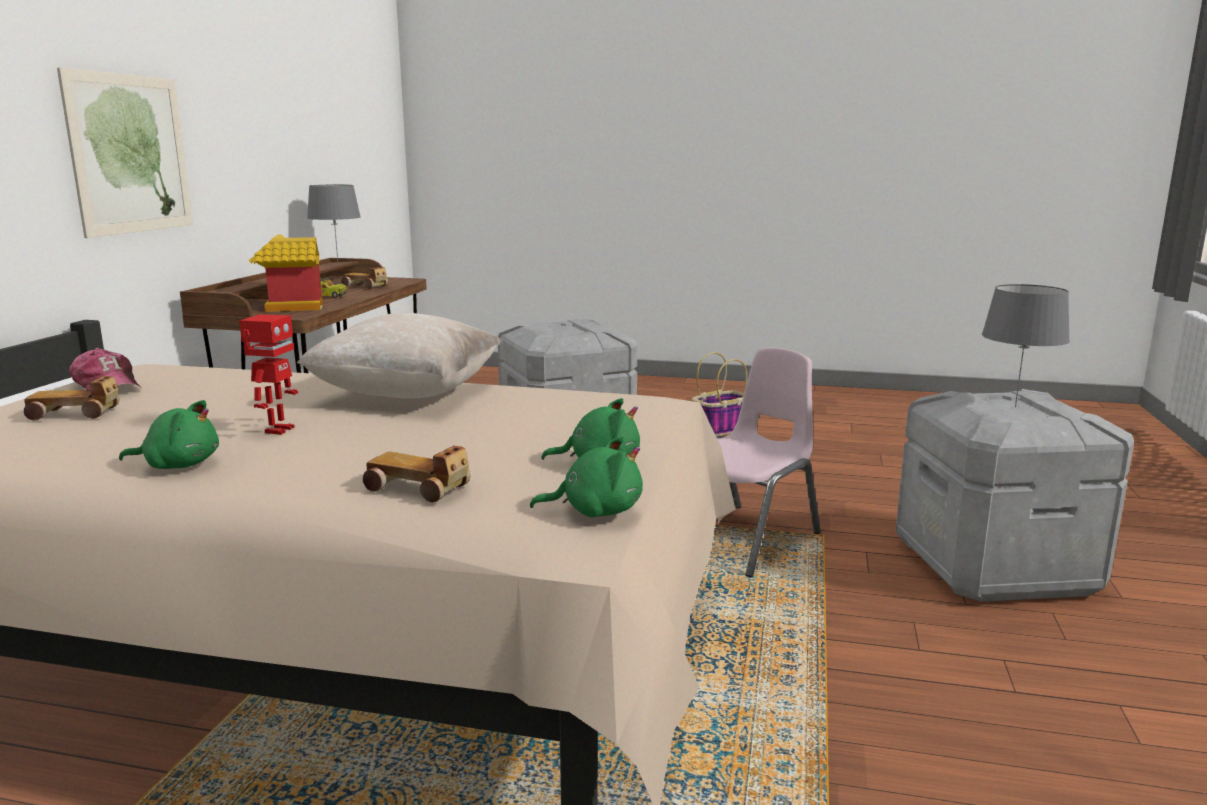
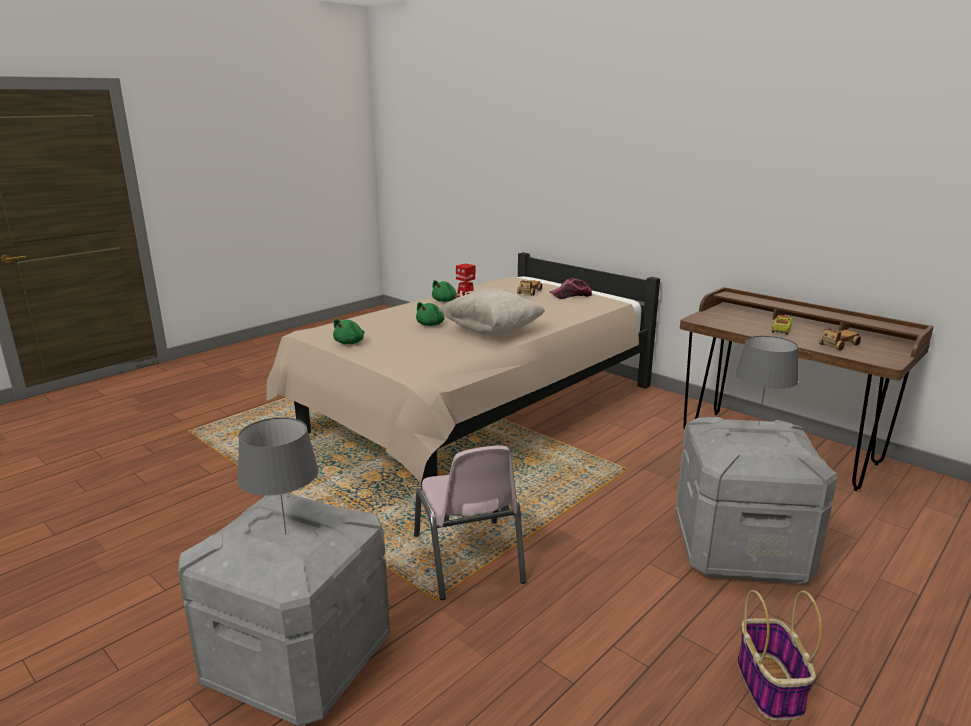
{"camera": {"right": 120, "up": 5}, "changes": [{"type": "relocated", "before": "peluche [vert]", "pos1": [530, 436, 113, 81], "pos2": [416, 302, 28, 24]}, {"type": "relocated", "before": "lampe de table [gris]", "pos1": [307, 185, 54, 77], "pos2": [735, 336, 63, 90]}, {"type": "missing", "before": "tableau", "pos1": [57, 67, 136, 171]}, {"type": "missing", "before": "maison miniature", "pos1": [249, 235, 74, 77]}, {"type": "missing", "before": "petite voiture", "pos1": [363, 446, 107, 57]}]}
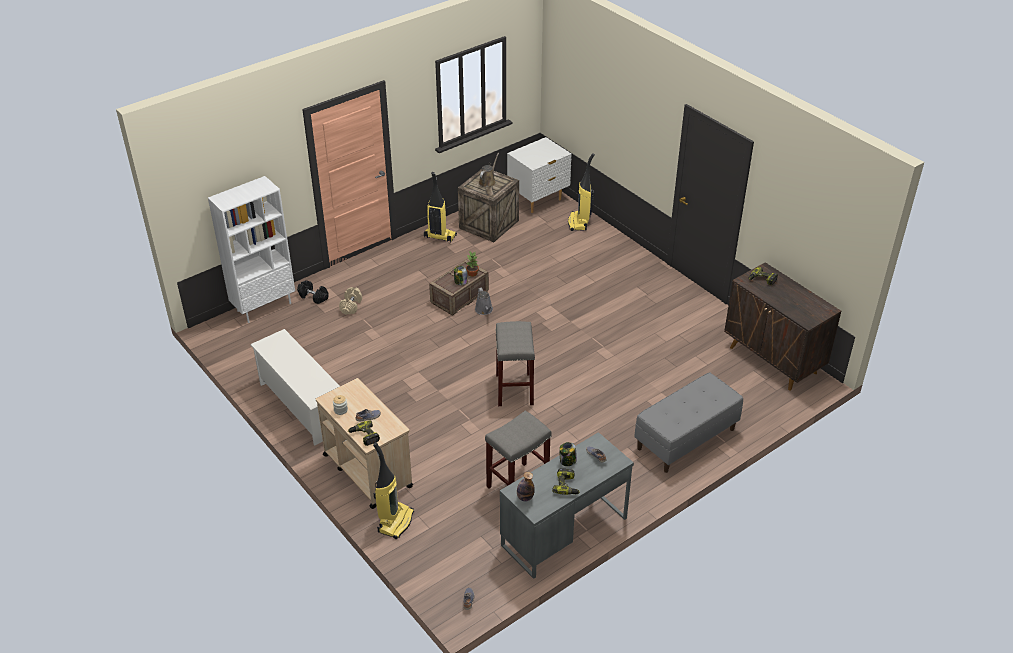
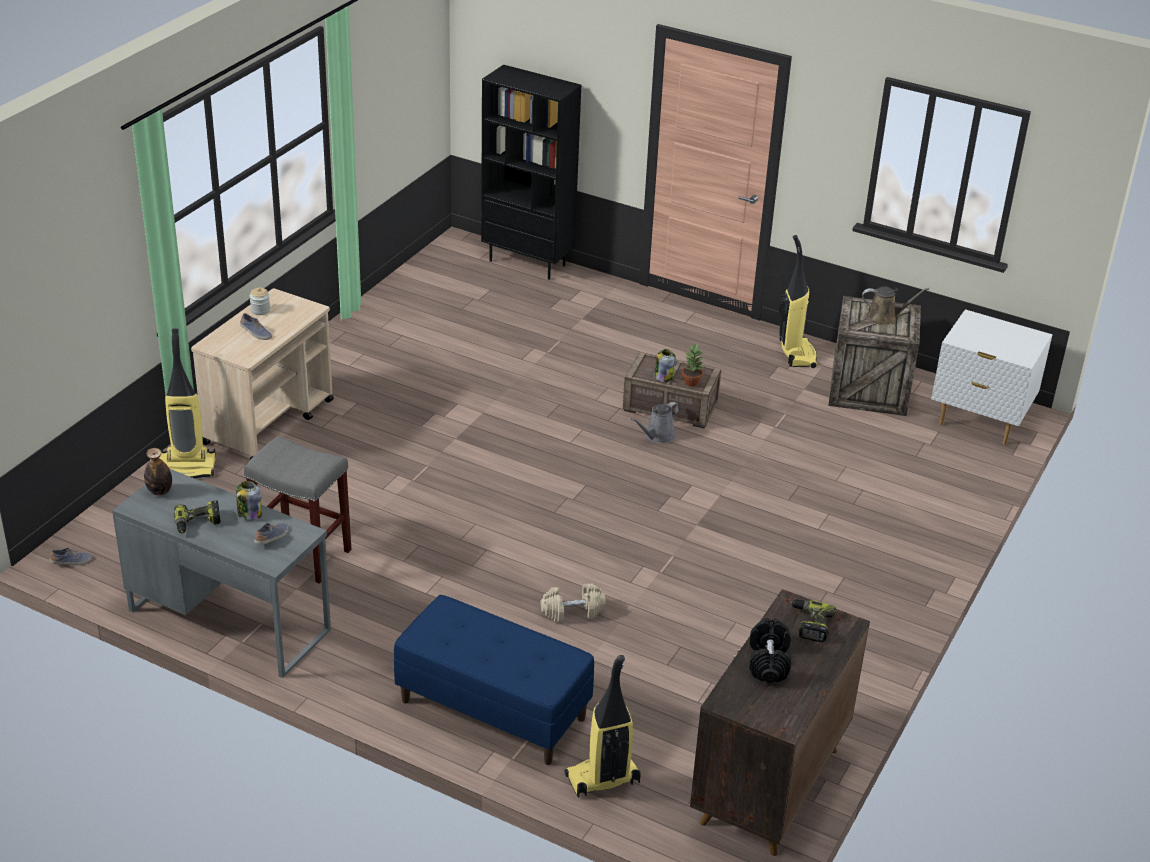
{"camera": {"right": 65, "up": -5}, "changes": [{"type": "colour", "before": "banc [gris]", "after": "banc [bleu]", "pos1": [634, 372, 109, 101], "pos2": [393, 595, 201, 170]}, {"type": "colour", "before": "bibliothèque [blanc]", "after": "bibliothèque [noir]", "pos1": [208, 176, 87, 147], "pos2": [481, 65, 100, 215]}, {"type": "relocated", "before": "haltère [beige]", "pos1": [339, 287, 23, 27], "pos2": [541, 583, 65, 39]}, {"type": "relocated", "before": "aspirateur", "pos1": [568, 153, 27, 78], "pos2": [565, 655, 76, 143]}, {"type": "relocated", "before": "haltère [noir]", "pos1": [297, 280, 32, 24], "pos2": [749, 618, 42, 65]}, {"type": "missing", "before": "étagère à chaussures [blanc]", "pos1": [250, 329, 90, 116]}, {"type": "missing", "before": "perceuse", "pos1": [348, 420, 32, 26]}, {"type": "missing", "before": "tabouret [gris]", "pos1": [496, 321, 39, 85]}]}
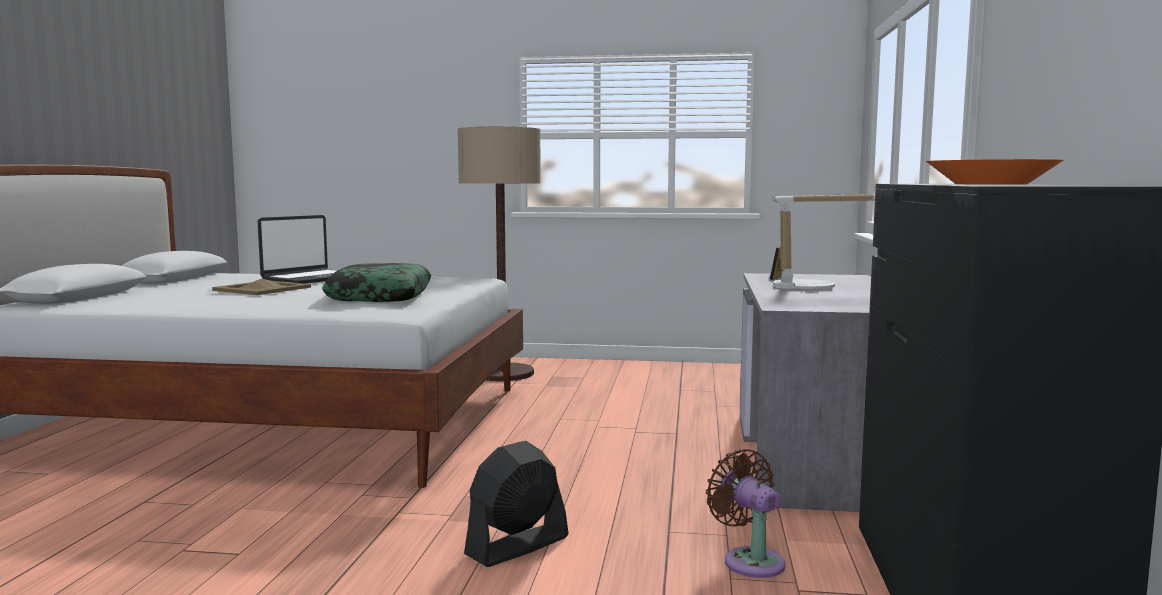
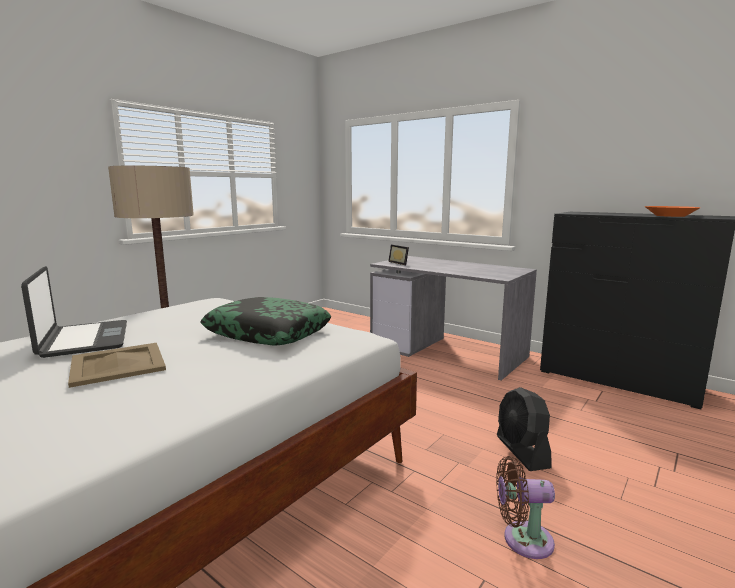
{"camera": {"right": -60, "up": 5}, "changes": [{"type": "relocated", "before": "ventilateur [marron]", "pos1": [706, 449, 80, 129], "pos2": [496, 456, 59, 103]}, {"type": "missing", "before": "lampe de table", "pos1": [772, 194, 103, 95]}]}
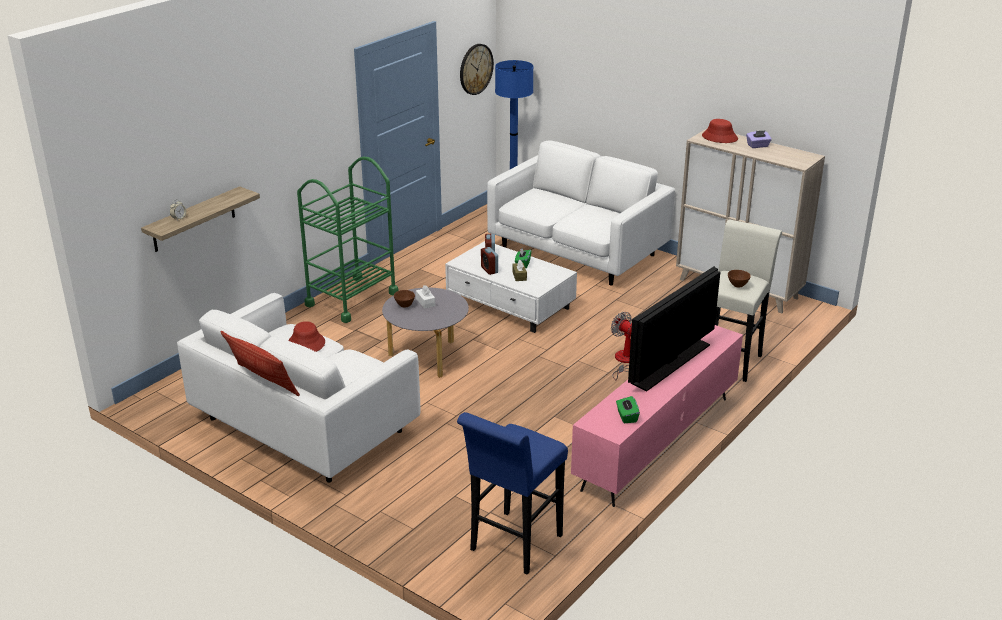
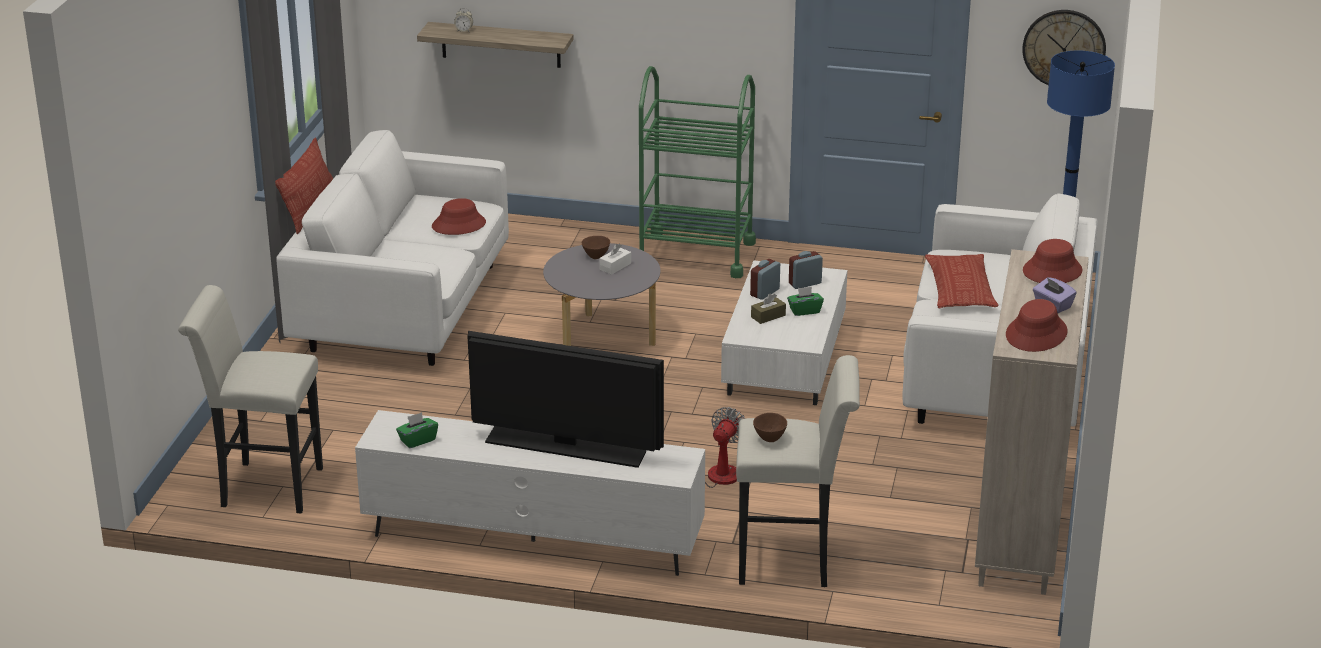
{"camera": {"right": 65, "up": 0}, "changes": [{"type": "colour", "before": "tabouret [bleu]", "after": "tabouret [blanc]", "pos1": [457, 412, 111, 162], "pos2": [178, 285, 145, 229]}, {"type": "colour", "before": "meuble télé [rose]", "after": "meuble télé [blanc]", "pos1": [571, 325, 172, 182], "pos2": [355, 410, 350, 166]}, {"type": "appeared", "after": "coussin", "pos2": [925, 254, 74, 55]}, {"type": "appeared", "after": "chapeau [rouge]", "pos2": [1006, 299, 61, 53]}]}
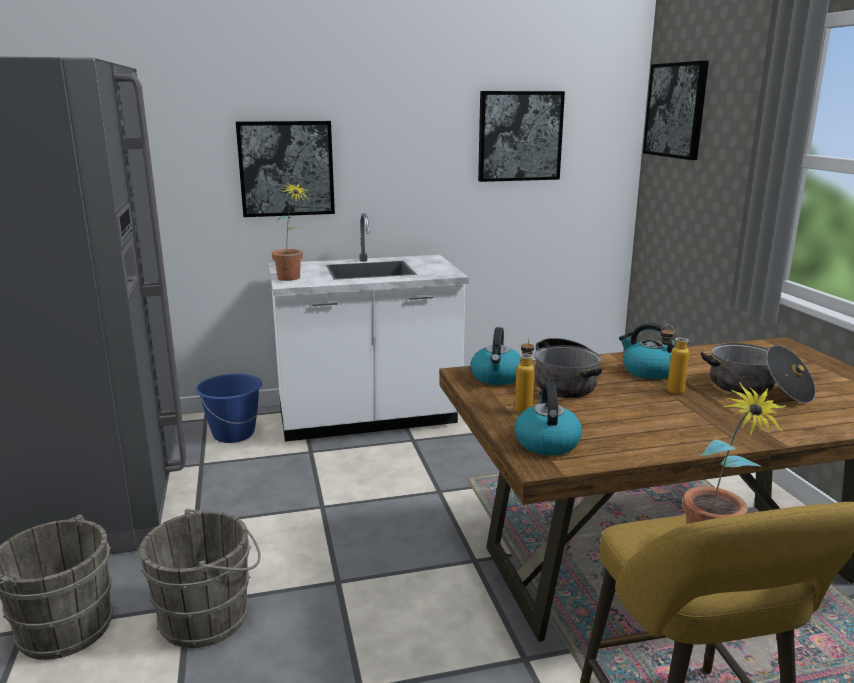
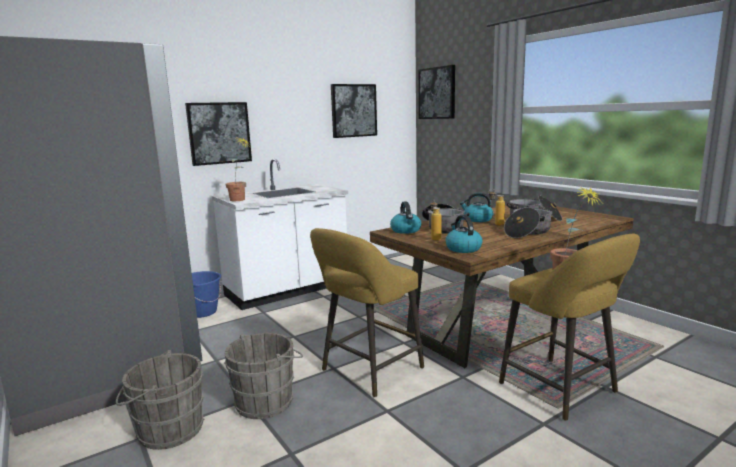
{"camera": {"right": -20, "up": -5}, "changes": [{"type": "appeared", "after": "tabouret [jaune]", "pos2": [310, 228, 114, 170]}, {"type": "appeared", "after": "marmite", "pos2": [504, 206, 49, 32]}]}
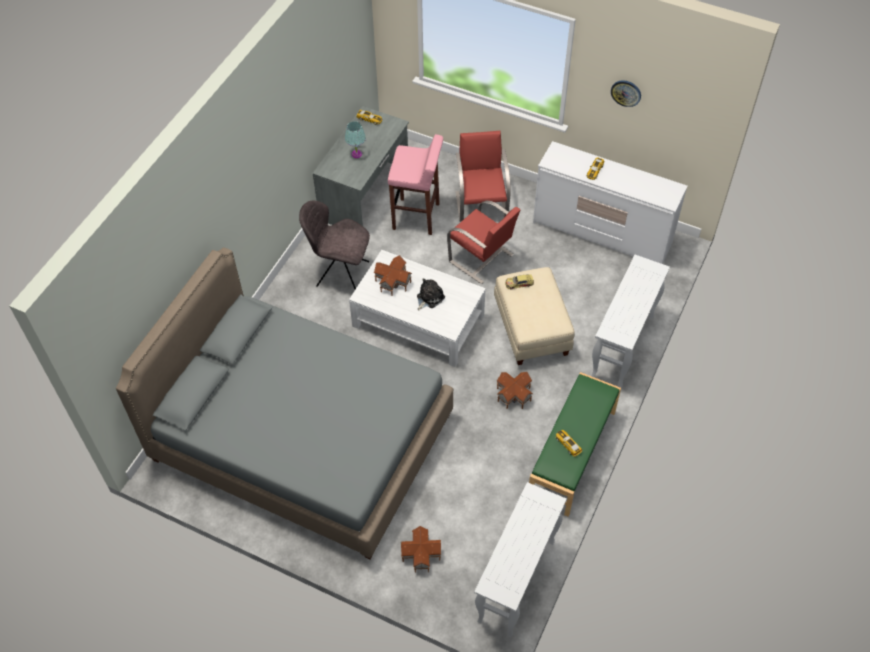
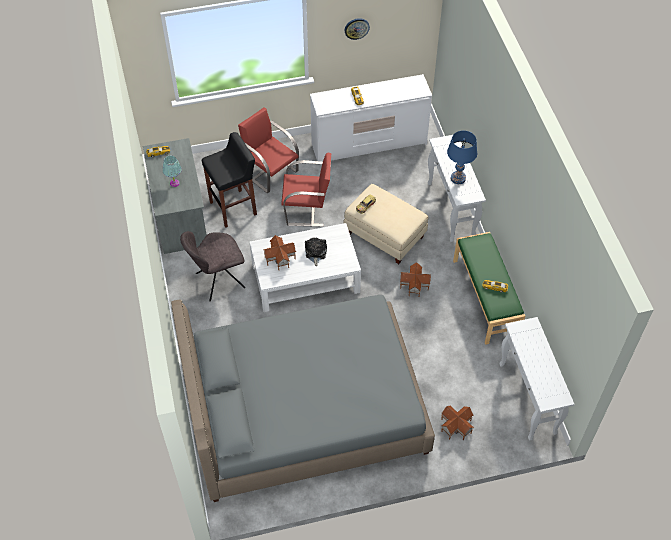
{"camera": {"right": -40, "up": 0}, "changes": [{"type": "colour", "before": "tabouret [rose]", "after": "tabouret [noir]", "pos1": [388, 134, 55, 101], "pos2": [202, 132, 55, 96]}, {"type": "appeared", "after": "lampe de table [bleu]", "pos2": [447, 131, 30, 53]}]}
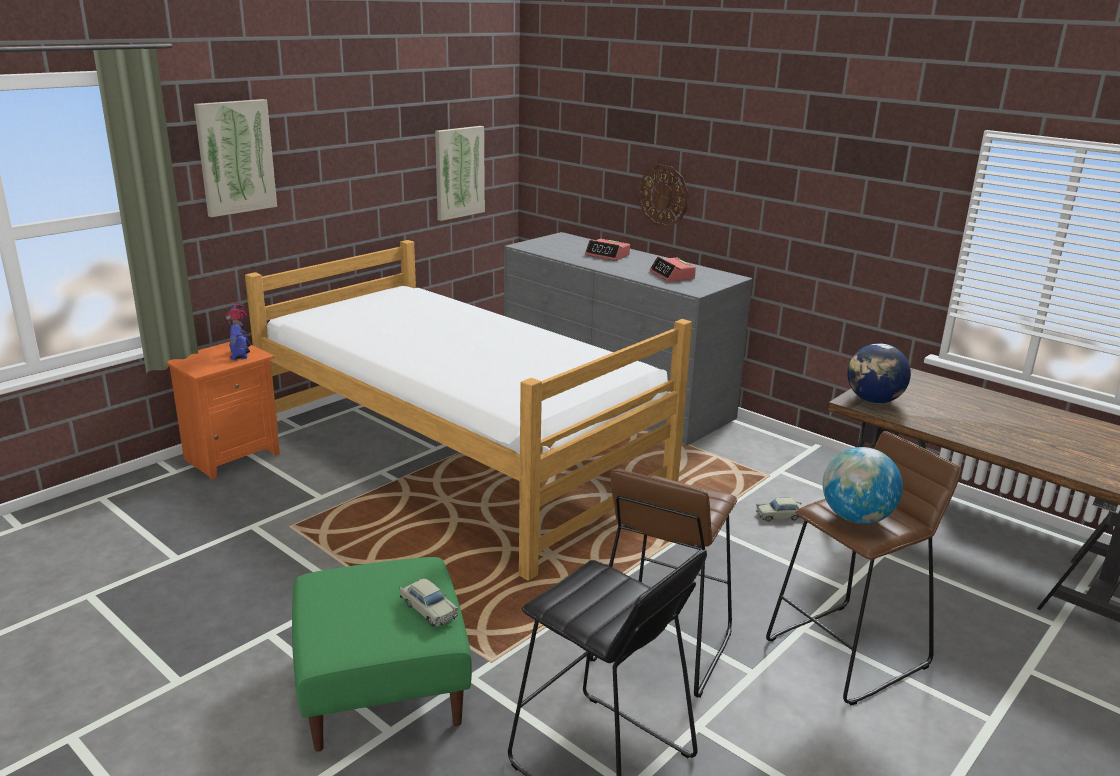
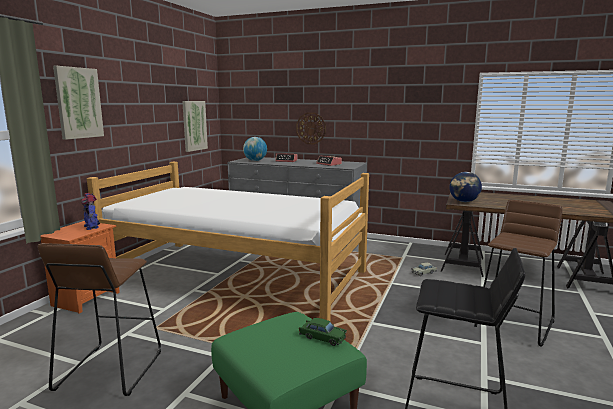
{"camera": {"right": -20, "up": -10}, "changes": [{"type": "relocated", "before": "tabouret [marron]", "pos1": [590, 469, 147, 229], "pos2": [38, 243, 123, 153]}, {"type": "relocated", "before": "globe", "pos1": [823, 447, 80, 77], "pos2": [243, 137, 24, 24]}, {"type": "colour", "before": "petite voiture [beige]", "after": "petite voiture [vert]", "pos1": [400, 579, 58, 48], "pos2": [299, 318, 48, 28]}]}
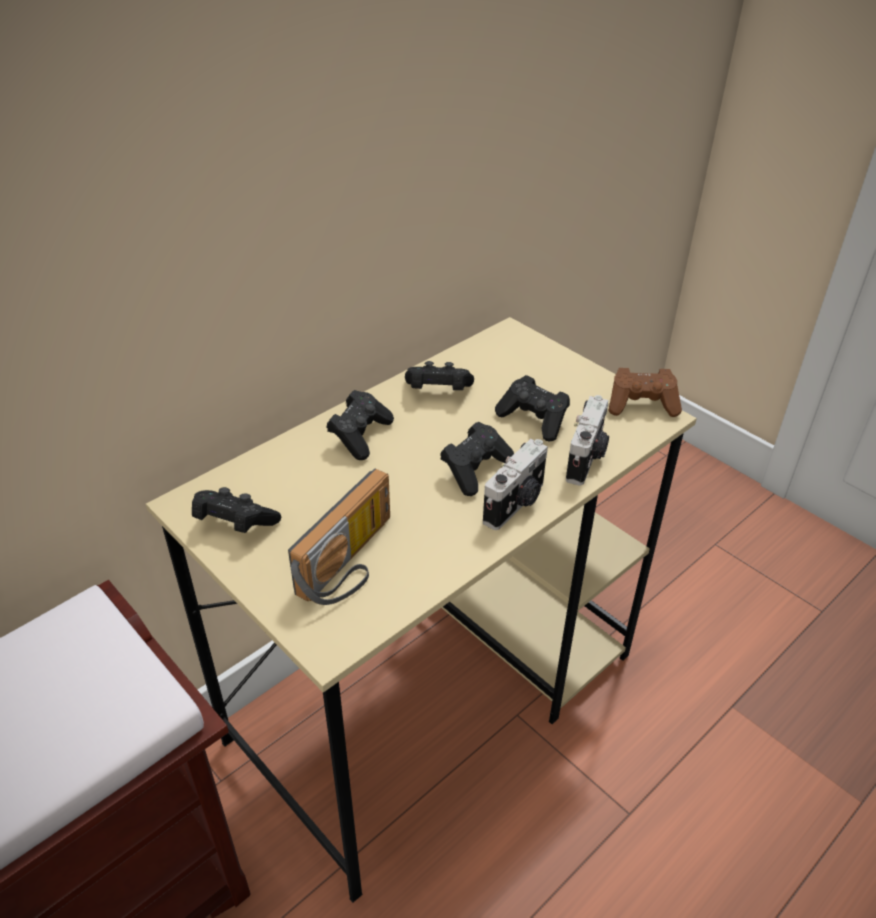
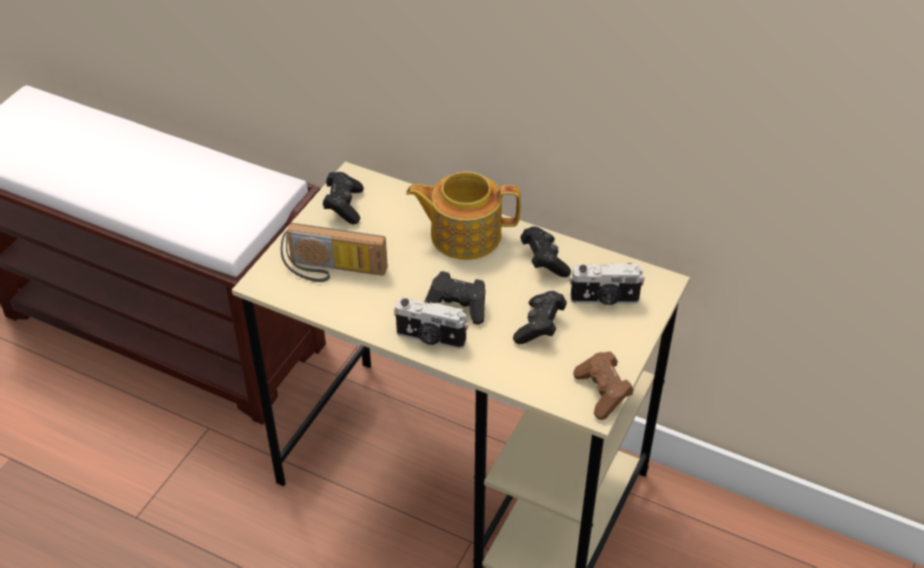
{"camera": {"right": 70, "up": 5}, "changes": [{"type": "exchanged", "before": "manette [noir]", "after": "théière", "pos1": [327, 390, 67, 70], "pos2": [406, 171, 115, 89]}, {"type": "relocated", "before": "appareil photo", "pos1": [566, 395, 43, 91], "pos2": [570, 263, 75, 42]}]}
